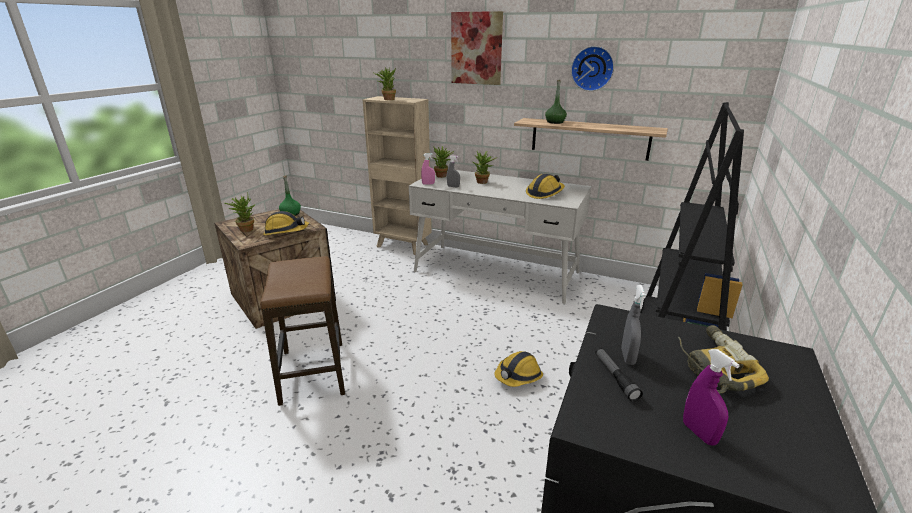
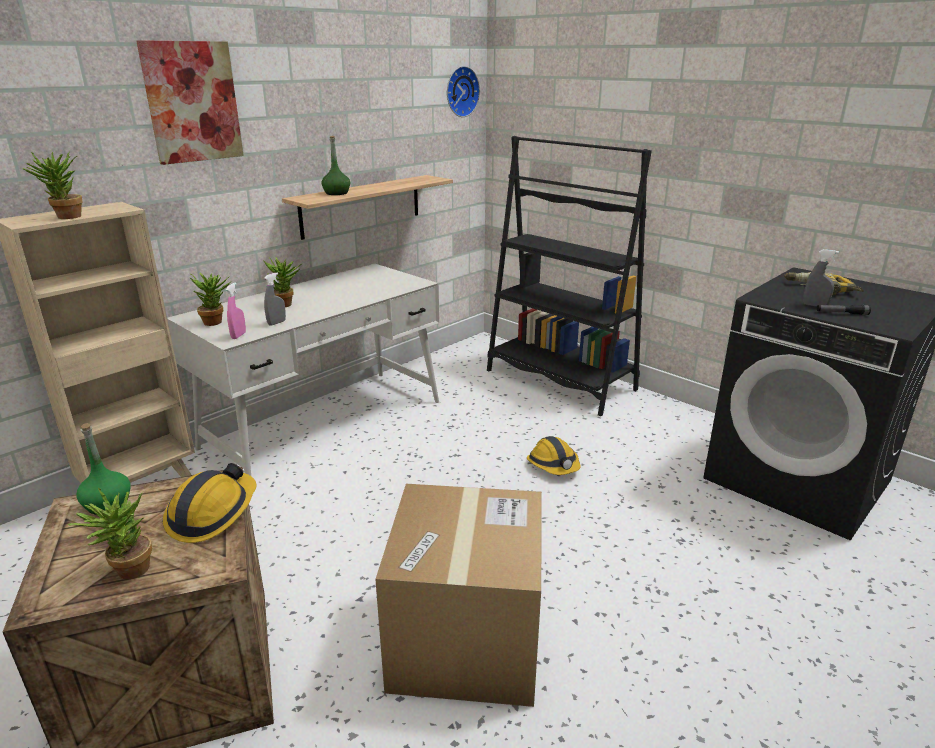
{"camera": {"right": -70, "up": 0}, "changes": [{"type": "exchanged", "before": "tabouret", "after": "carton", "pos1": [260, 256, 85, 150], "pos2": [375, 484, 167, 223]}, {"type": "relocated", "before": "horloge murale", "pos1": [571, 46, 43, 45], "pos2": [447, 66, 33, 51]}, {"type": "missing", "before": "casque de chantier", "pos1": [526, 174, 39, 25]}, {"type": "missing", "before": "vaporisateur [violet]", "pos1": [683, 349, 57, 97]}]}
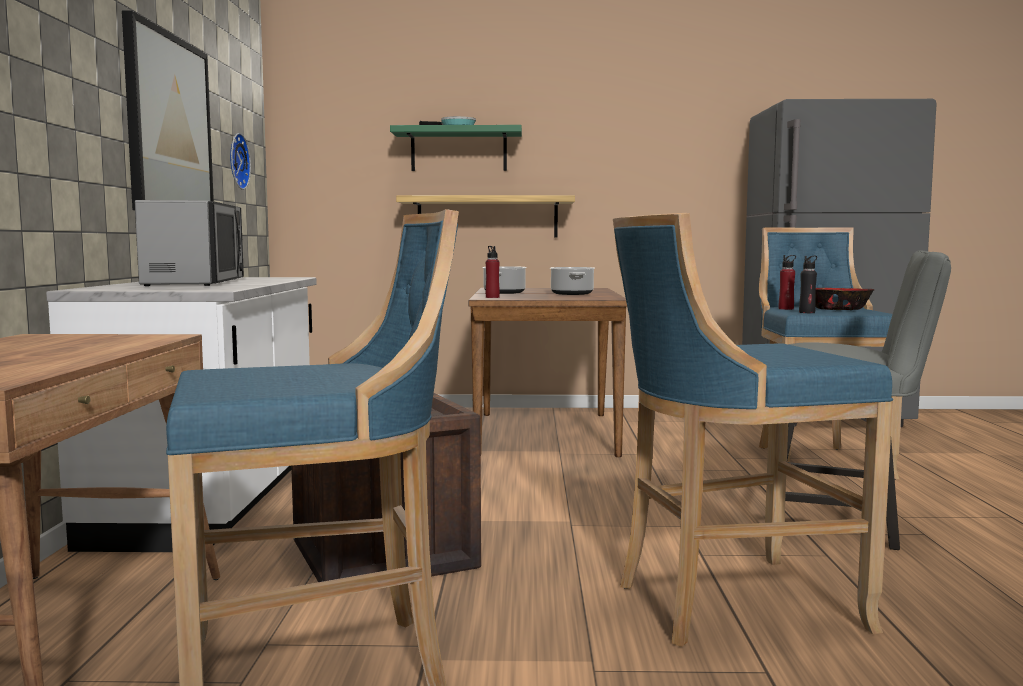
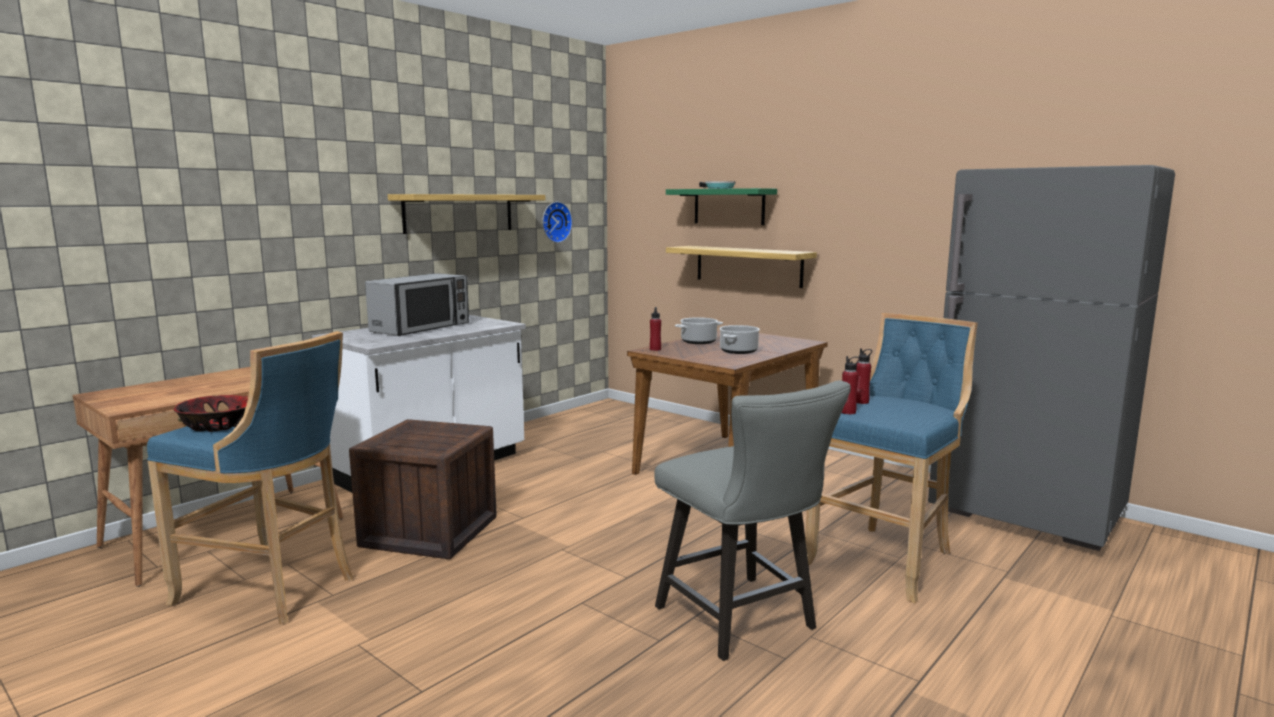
{"camera": {"right": 40, "up": 5}, "changes": [{"type": "relocated", "before": "bol", "pos1": [815, 288, 59, 22], "pos2": [174, 395, 74, 37]}, {"type": "exchanged", "before": "tableau", "after": "étagère", "pos1": [122, 10, 92, 200], "pos2": [388, 194, 157, 40]}, {"type": "colour", "before": "bouteille [noir]", "after": "bouteille [rouge]", "pos1": [799, 256, 18, 57], "pos2": [842, 356, 18, 58]}, {"type": "missing", "before": "tabouret [bleu]", "pos1": [613, 213, 280, 434]}]}
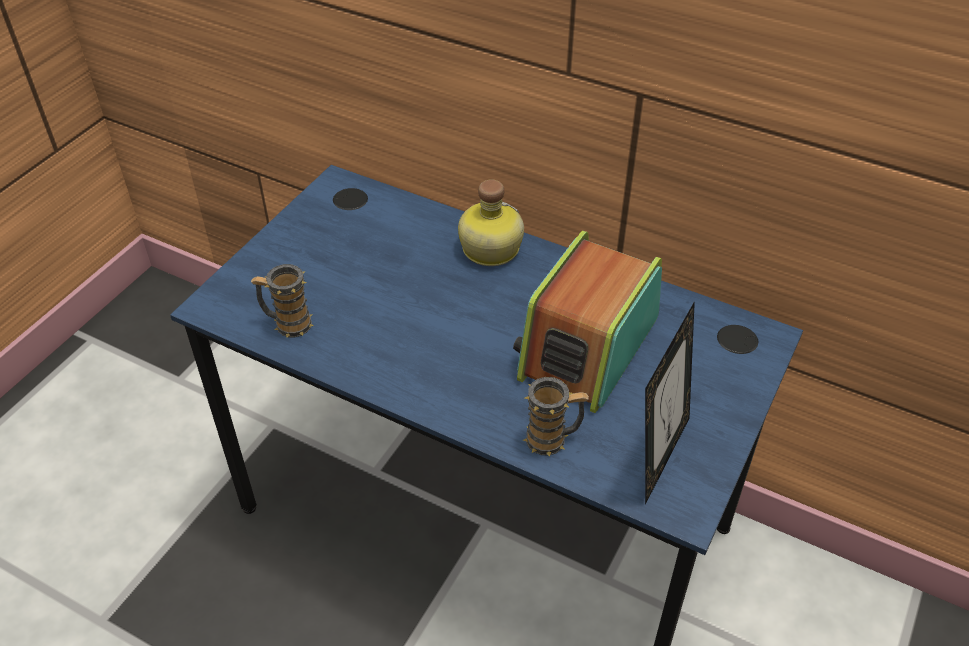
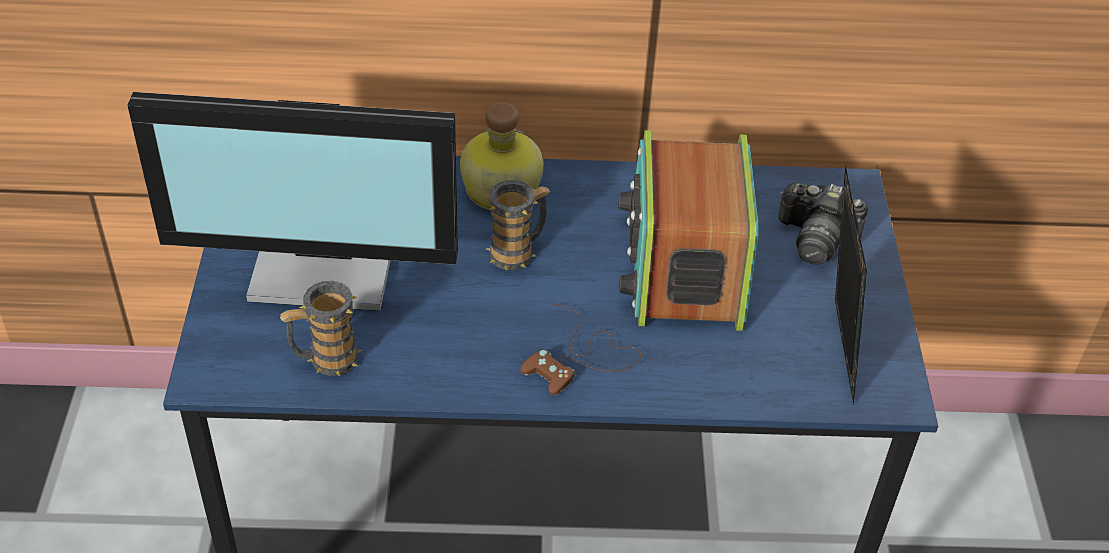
{"camera": {"right": -30, "up": 0}, "changes": [{"type": "appeared", "after": "écran d'ordinateur", "pos2": [127, 92, 331, 219]}, {"type": "relocated", "before": "mug", "pos1": [523, 377, 66, 80], "pos2": [485, 180, 65, 91]}, {"type": "appeared", "after": "manette [marron]", "pos2": [520, 305, 121, 91]}, {"type": "appeared", "after": "appareil photo", "pos2": [778, 182, 90, 83]}]}
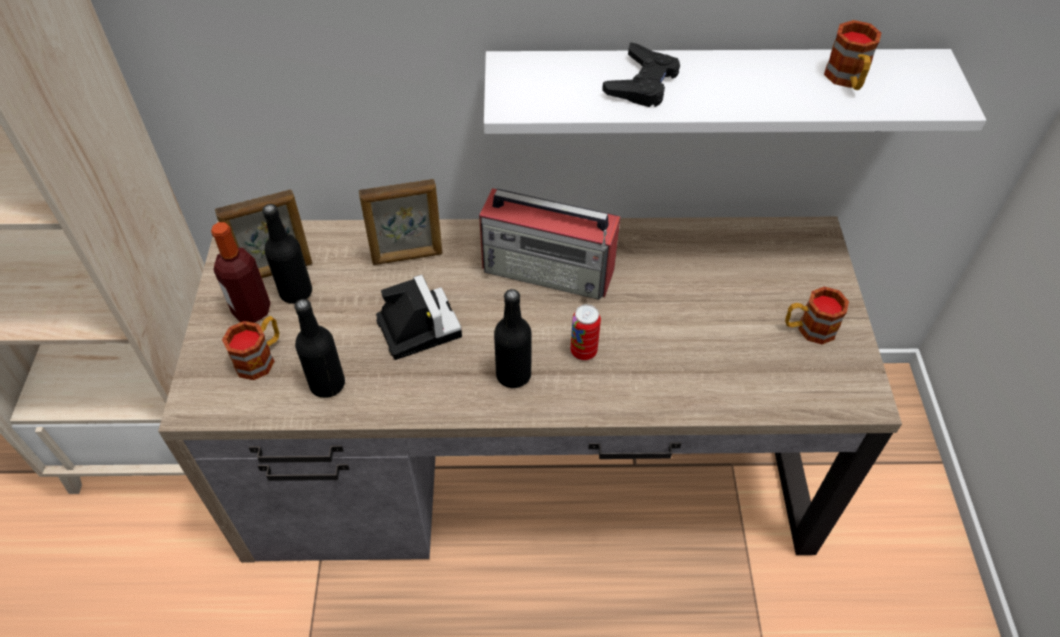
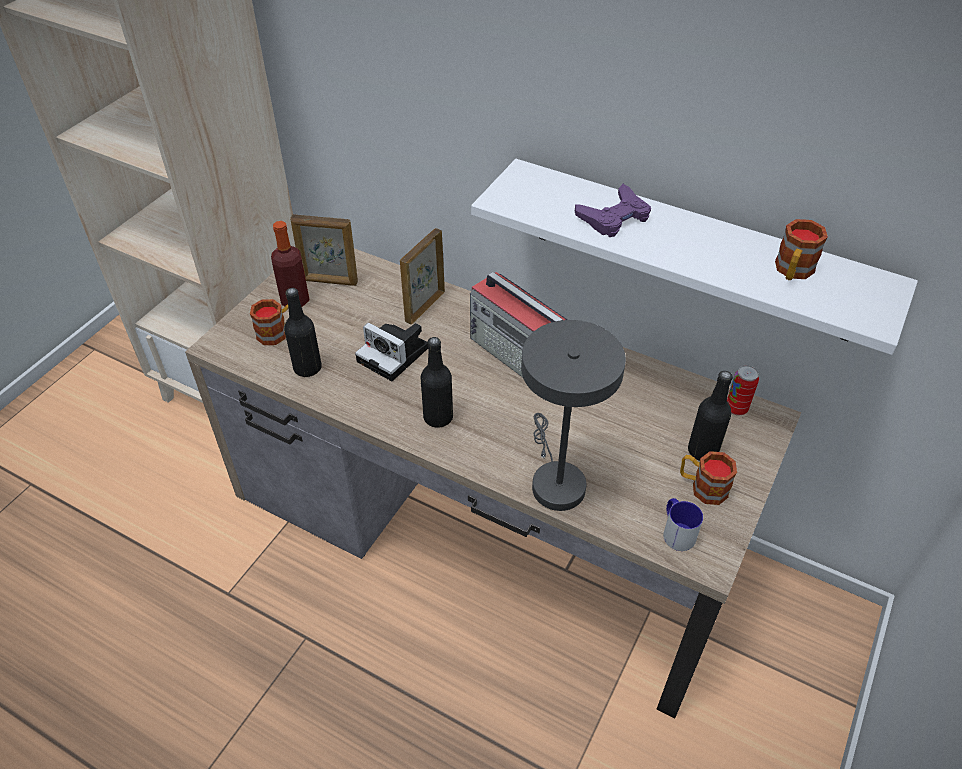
{"camera": {"right": 30, "up": -5}, "changes": [{"type": "spun", "before": "appareil photo", "pos1": [376, 275, 86, 85], "pos2": [355, 323, 73, 58], "turn": 120}, {"type": "spun", "before": "cadre photo", "pos1": [359, 179, 83, 86], "pos2": [400, 228, 45, 97], "turn": 105}, {"type": "appeared", "after": "lampe de table [gris]", "pos2": [521, 320, 105, 191]}, {"type": "colour", "before": "manette [noir]", "after": "manette [violet]", "pos1": [602, 42, 78, 65], "pos2": [575, 184, 76, 53]}, {"type": "appeared", "after": "mug", "pos2": [663, 498, 40, 53]}, {"type": "relocated", "before": "bouteille [noir]", "pos1": [262, 204, 50, 100], "pos2": [688, 371, 45, 90]}, {"type": "relocated", "before": "boîte métallique", "pos1": [570, 304, 31, 57], "pos2": [727, 365, 32, 50]}]}
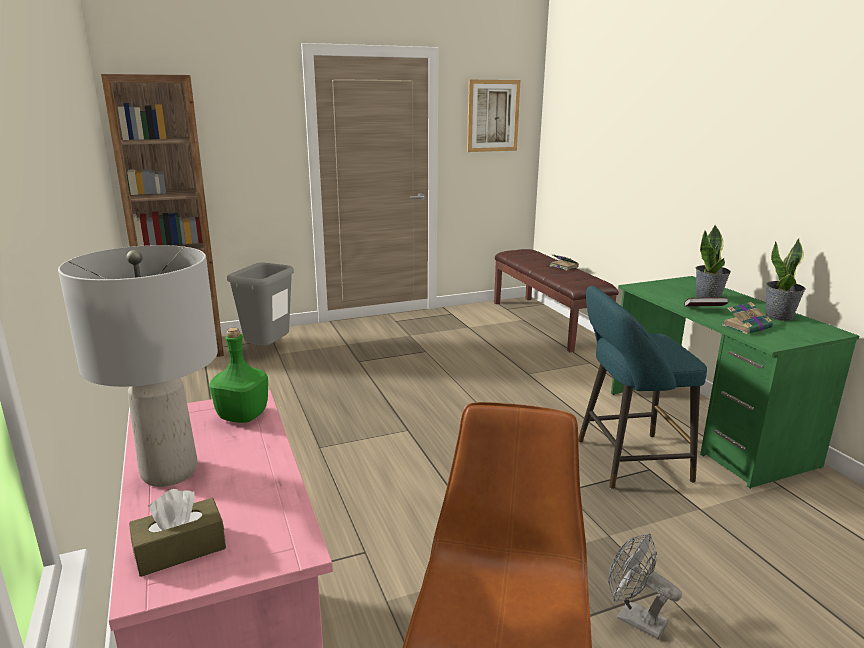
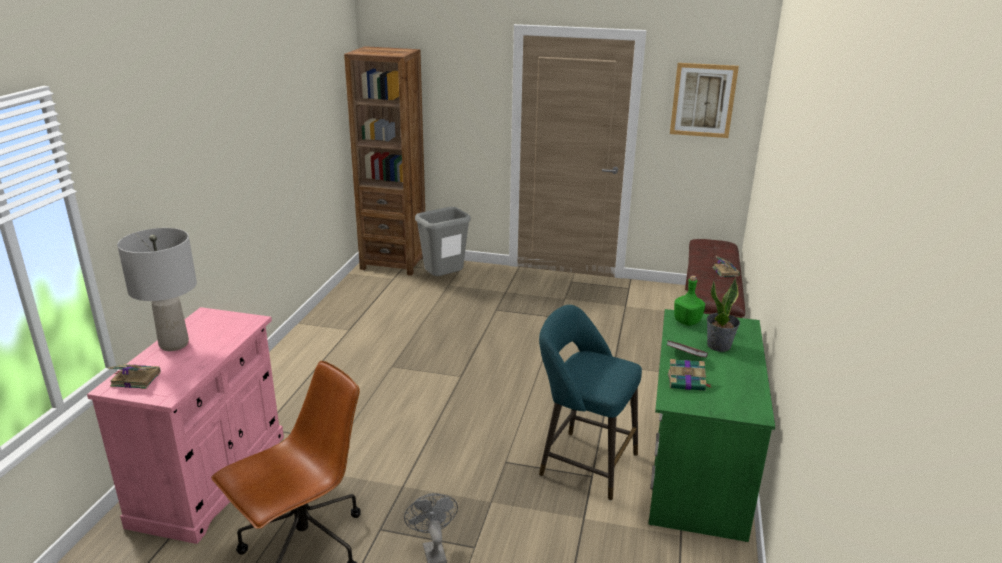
{"camera": {"right": 35, "up": 5}, "changes": [{"type": "exchanged", "before": "boîte à mouchoirs [marron]", "after": "livre", "pos1": [129, 489, 97, 88], "pos2": [108, 364, 52, 25]}, {"type": "relocated", "before": "bouteille [vert]", "pos1": [209, 327, 59, 96], "pos2": [674, 276, 31, 50]}, {"type": "missing", "before": "plante en pot", "pos1": [765, 238, 41, 83]}]}
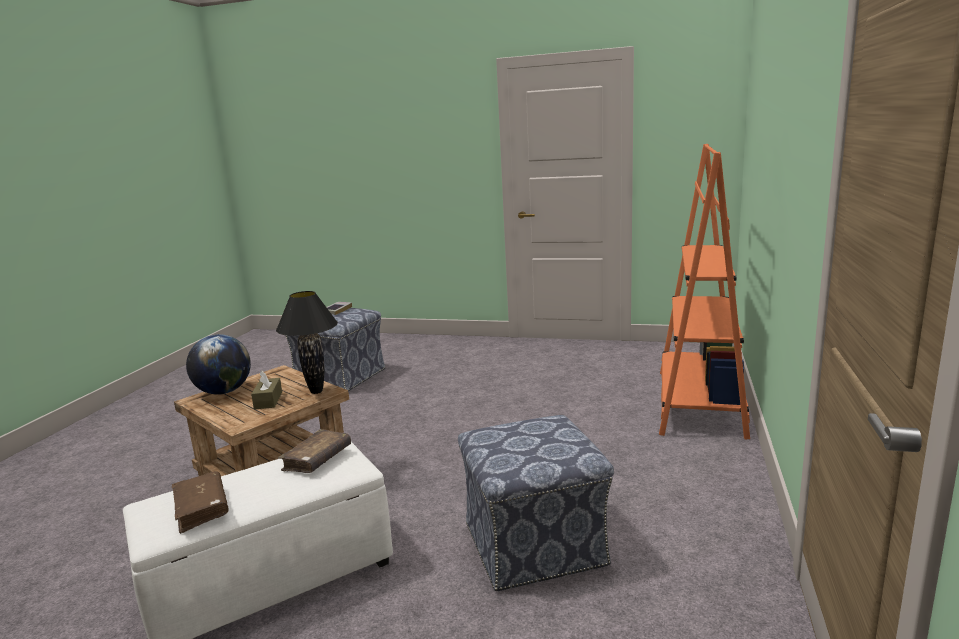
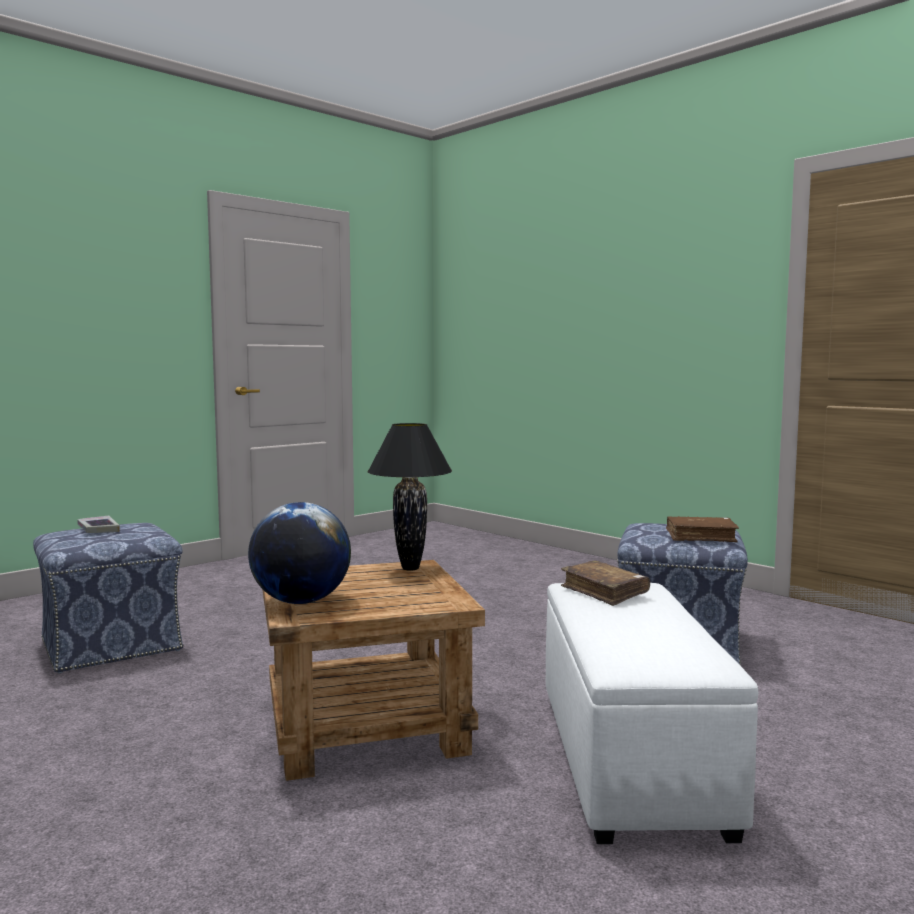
{"camera": {"right": -60, "up": -10}, "changes": [{"type": "relocated", "before": "livre [marron]", "pos1": [172, 471, 56, 63], "pos2": [666, 516, 73, 26]}, {"type": "missing", "before": "boîte à mouchoirs [marron]", "pos1": [251, 371, 31, 38]}, {"type": "missing", "before": "bibliothèque [orange]", "pos1": [659, 144, 91, 295]}]}
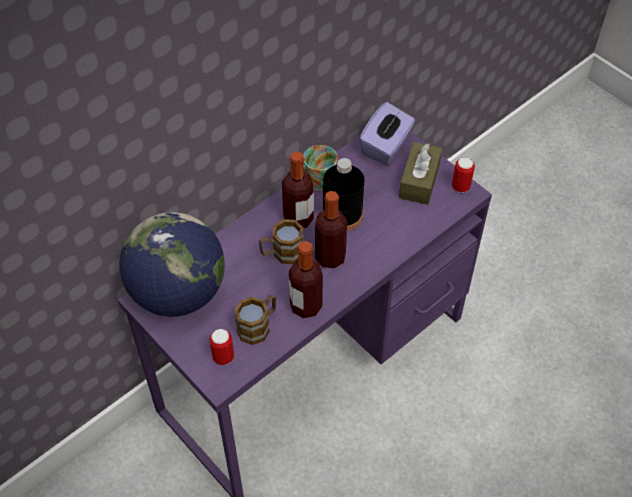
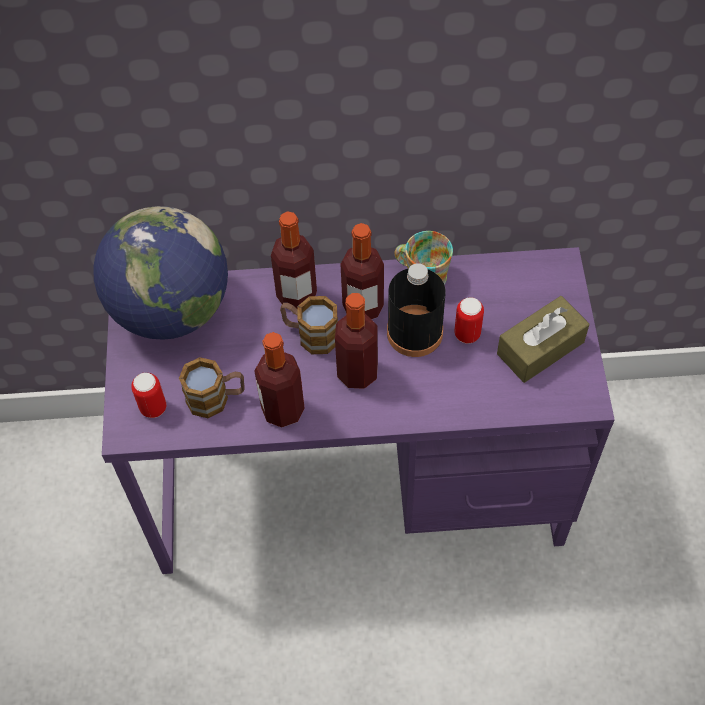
{"camera": {"right": 40, "up": 5}, "changes": [{"type": "appeared", "after": "bouteille", "pos2": [271, 211, 46, 97]}, {"type": "relocated", "before": "boîte métallique", "pos1": [452, 157, 23, 36], "pos2": [454, 297, 30, 47]}, {"type": "missing", "before": "boîte à mouchoirs [violet]", "pos1": [359, 102, 56, 63]}]}
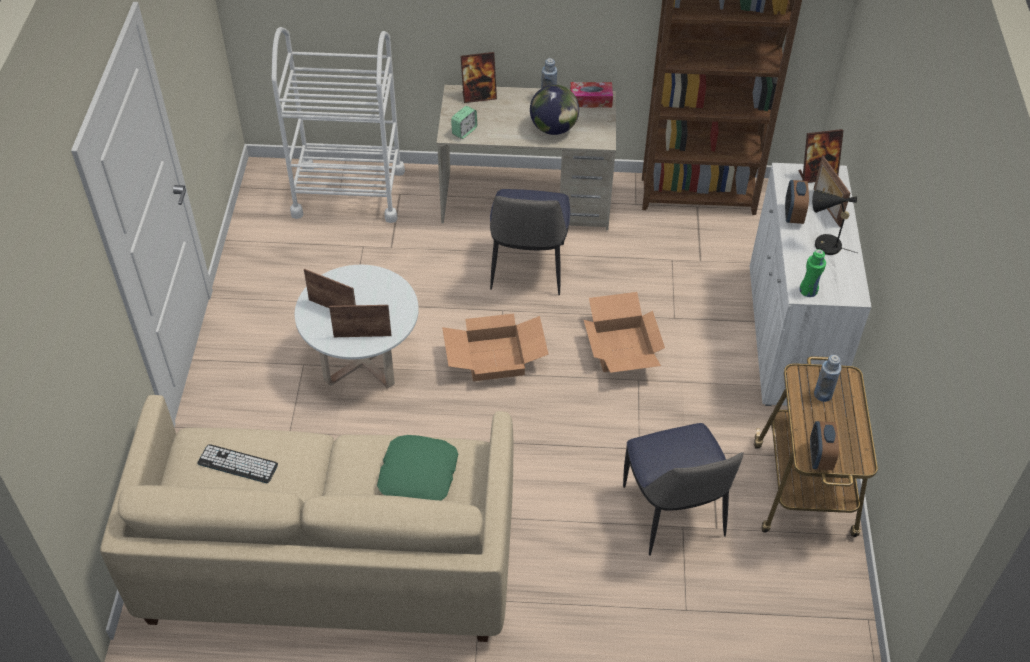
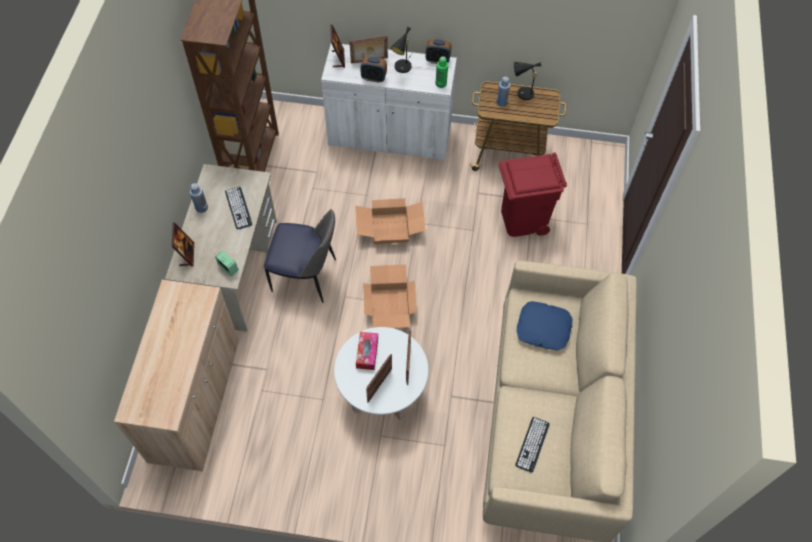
{"camera": {"right": -85, "up": 10}, "changes": [{"type": "exchanged", "before": "chariot [blanc]", "after": "meuble de rangement [beige]", "pos1": [272, 27, 133, 196], "pos2": [114, 279, 125, 192]}, {"type": "exchanged", "before": "globe", "after": "clavier", "pos1": [530, 85, 49, 50], "pos2": [225, 187, 27, 42]}, {"type": "relocated", "before": "boîte à mouchoirs", "pos1": [570, 82, 43, 26], "pos2": [356, 332, 22, 38]}, {"type": "relocated", "before": "réveil", "pos1": [810, 421, 29, 49], "pos2": [426, 39, 26, 25]}, {"type": "exchanged", "before": "chaise", "after": "poubelle [rouge]", "pos1": [623, 423, 121, 133], "pos2": [498, 152, 69, 85]}, {"type": "appeared", "after": "lampe de table [noir]", "pos2": [514, 62, 31, 38]}, {"type": "colour", "before": "coussin [vert]", "after": "coussin [bleu]", "pos1": [377, 435, 81, 66], "pos2": [517, 301, 55, 50]}]}
